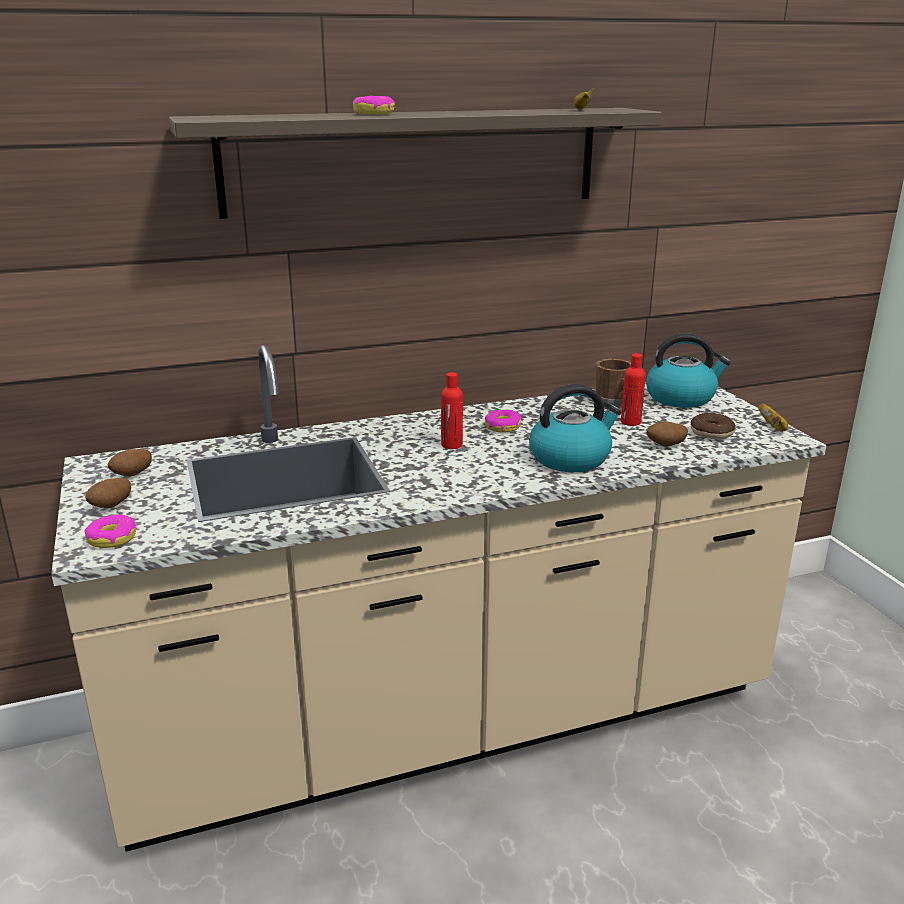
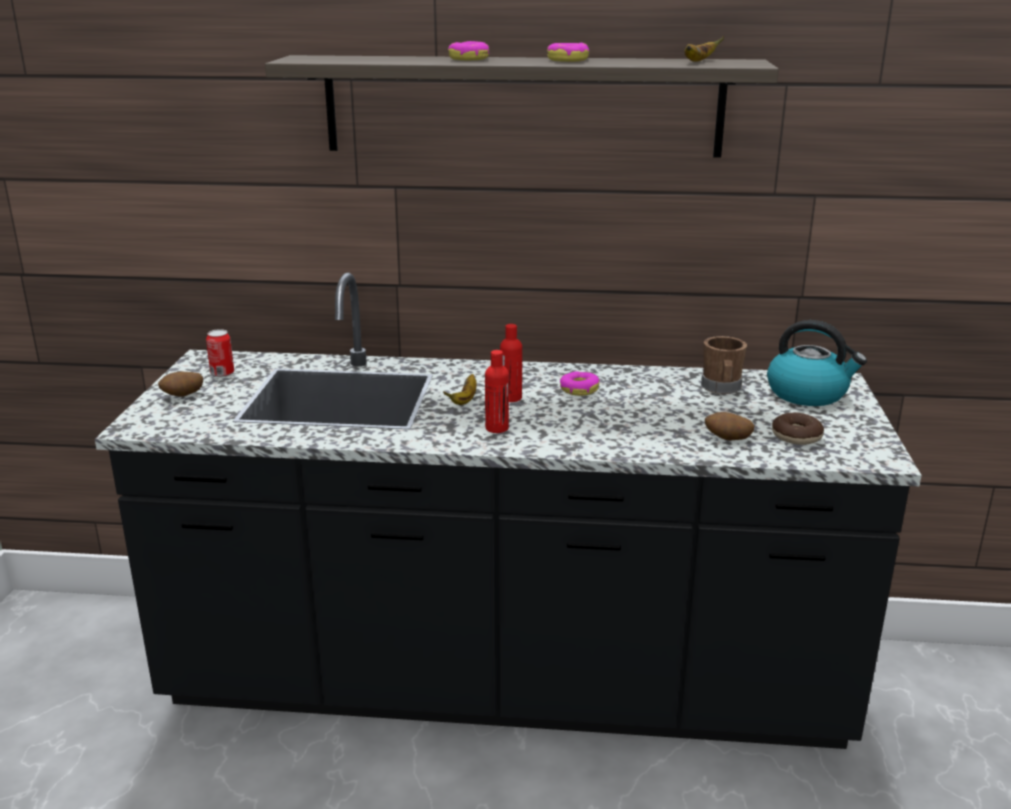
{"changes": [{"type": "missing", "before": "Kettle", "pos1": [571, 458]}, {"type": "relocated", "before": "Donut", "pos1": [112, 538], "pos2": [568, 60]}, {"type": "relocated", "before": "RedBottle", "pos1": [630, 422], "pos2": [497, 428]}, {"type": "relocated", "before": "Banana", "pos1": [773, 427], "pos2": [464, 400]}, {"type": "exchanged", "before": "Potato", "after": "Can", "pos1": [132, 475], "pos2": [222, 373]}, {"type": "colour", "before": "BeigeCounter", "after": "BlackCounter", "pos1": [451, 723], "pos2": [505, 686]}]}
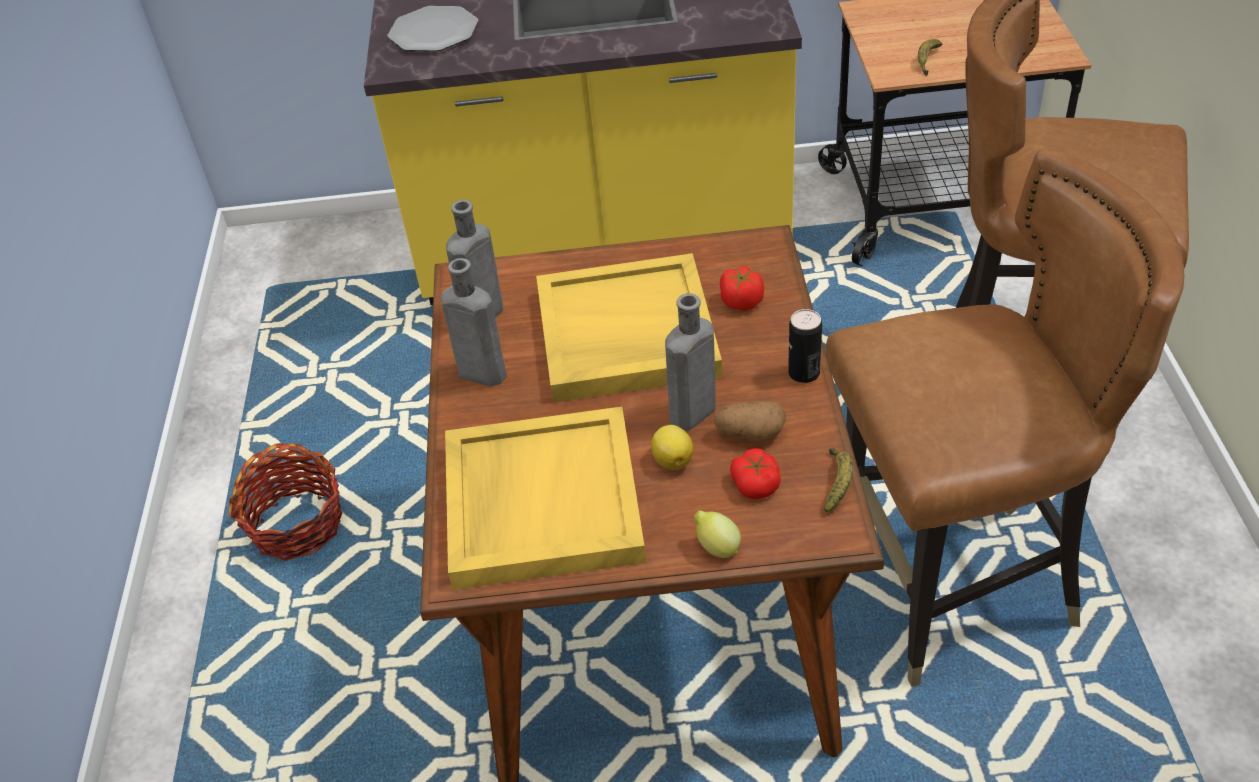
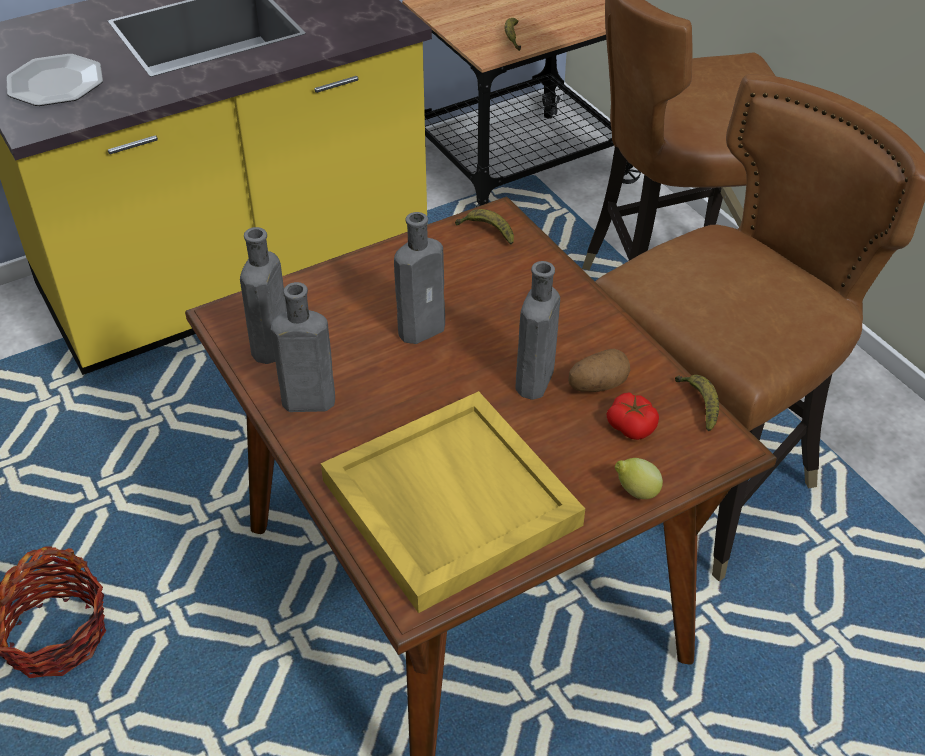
{"changes": [{"type": "missing", "before": "Lemon", "pos1": [673, 459]}, {"type": "missing", "before": "Tomato", "pos1": [741, 301]}, {"type": "missing", "before": "Can", "pos1": [804, 373]}, {"type": "appeared", "after": "Banana", "pos2": [487, 232]}, {"type": "exchanged", "before": "YellowTray", "after": "GreyBottle", "pos1": [625, 334], "pos2": [425, 328]}]}
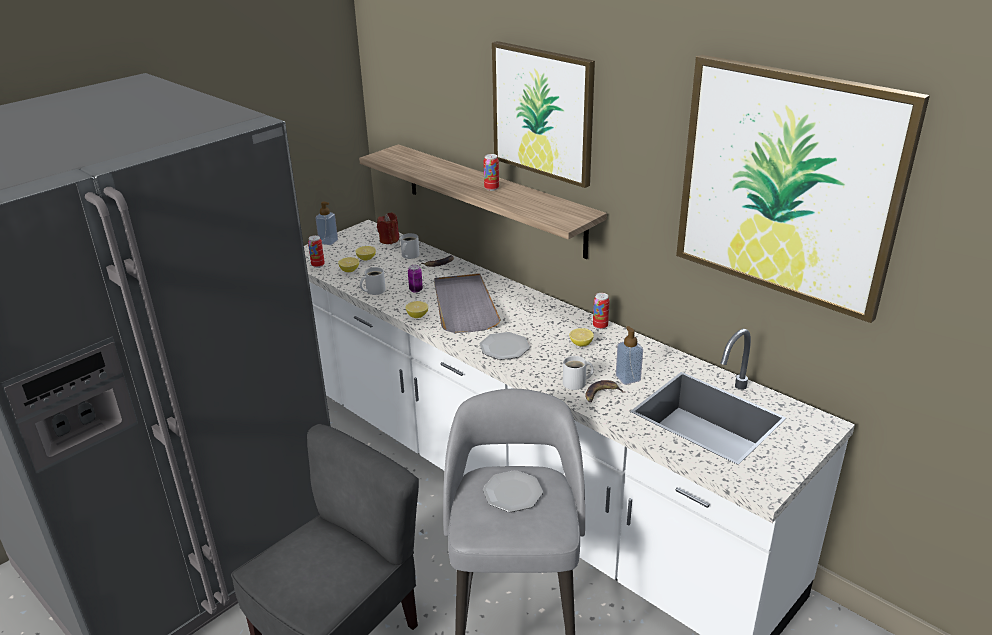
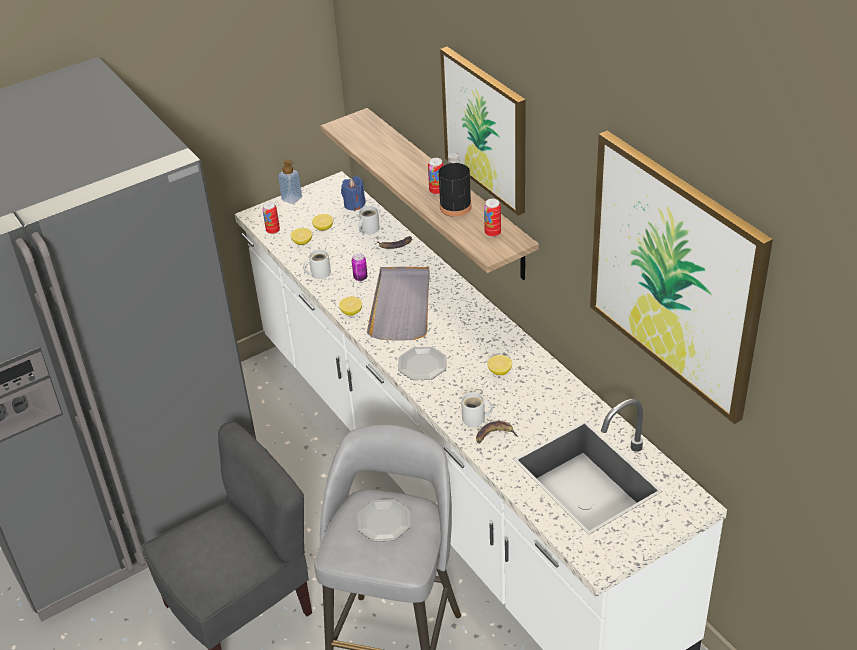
{"changes": [{"type": "missing", "before": "SoapDispenser", "pos1": [628, 378]}, {"type": "appeared", "after": "BlackBottle", "pos2": [455, 207]}, {"type": "relocated", "before": "Can", "pos1": [600, 326], "pos2": [492, 233]}, {"type": "colour", "before": "RedCandle", "after": "BlueCandle", "pos1": [389, 240], "pos2": [354, 204]}]}
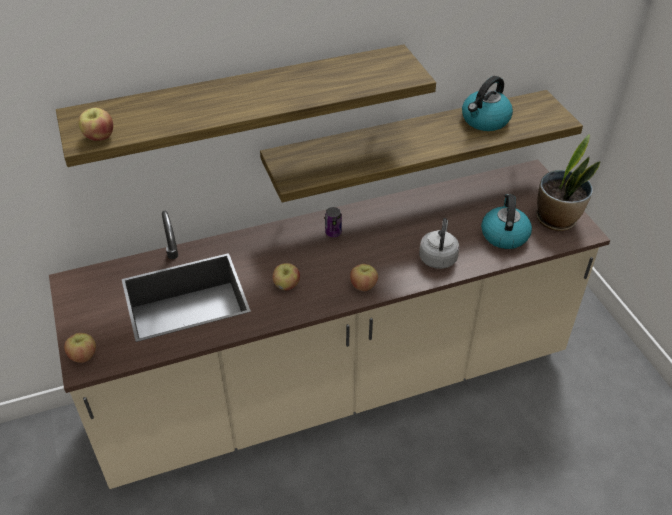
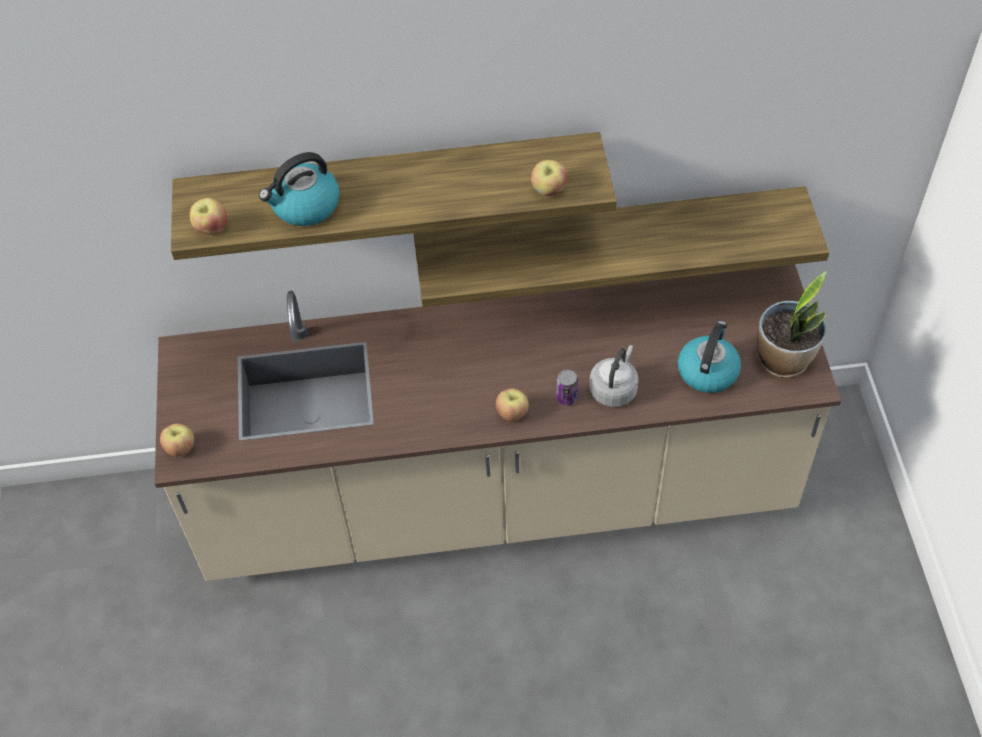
{"changes": [{"type": "relocated", "before": "Apple", "pos1": [286, 286], "pos2": [549, 190]}, {"type": "relocated", "before": "Can", "pos1": [333, 233], "pos2": [566, 398]}, {"type": "relocated", "before": "Kettle", "pos1": [485, 120], "pos2": [305, 206]}]}
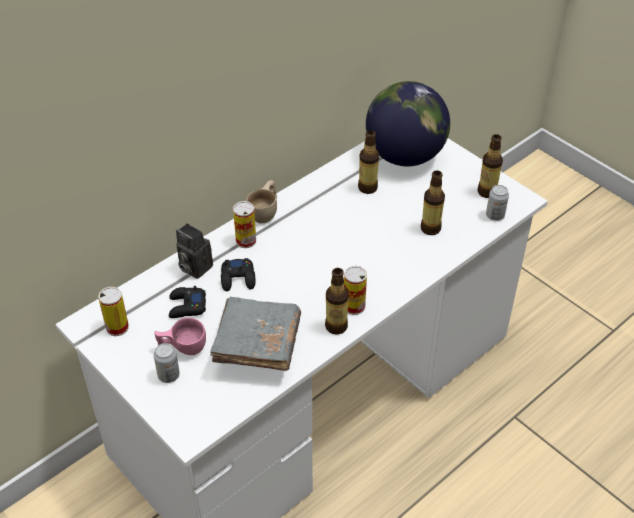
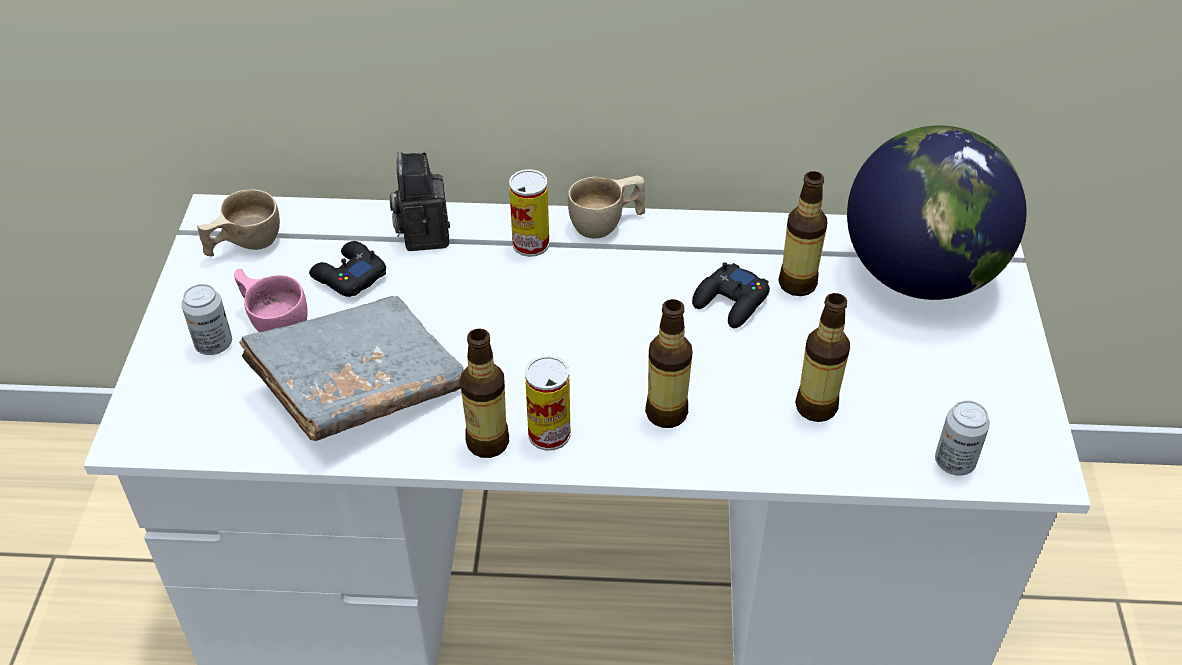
{"changes": [{"type": "relocated", "before": "BlackGameController", "pos1": [238, 278], "pos2": [731, 302]}, {"type": "relocated", "before": "Bottle", "pos1": [487, 192], "pos2": [666, 413]}, {"type": "exchanged", "before": "Can", "after": "BeigeCup", "pos1": [117, 327], "pos2": [244, 244]}]}
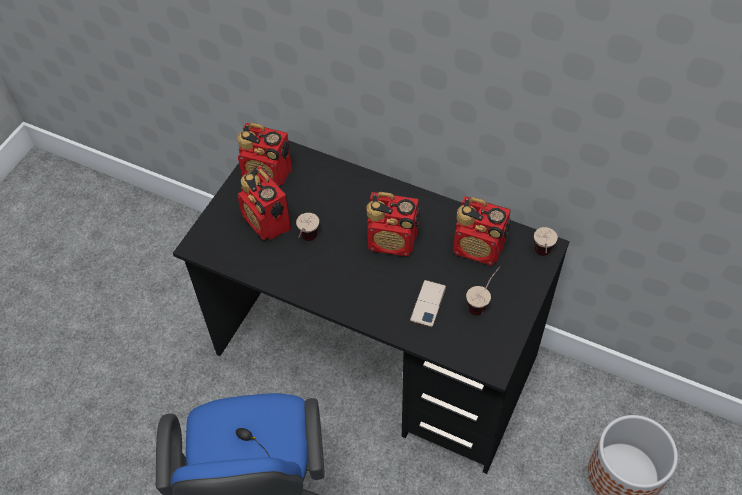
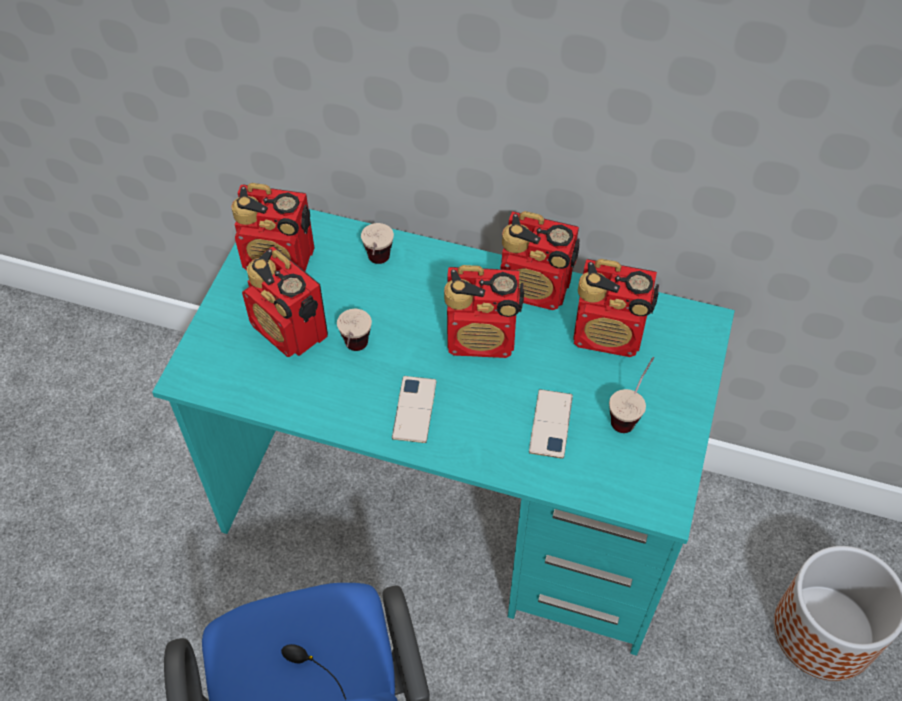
{"changes": [{"type": "appeared", "after": "Phone", "pos2": [414, 409]}, {"type": "appeared", "after": "Radio", "pos2": [535, 289]}, {"type": "relocated", "before": "Cup", "pos1": [541, 257], "pos2": [378, 266]}, {"type": "colour", "before": "BlackDesk", "after": "TurquoiseDesk", "pos1": [376, 356], "pos2": [452, 506]}]}
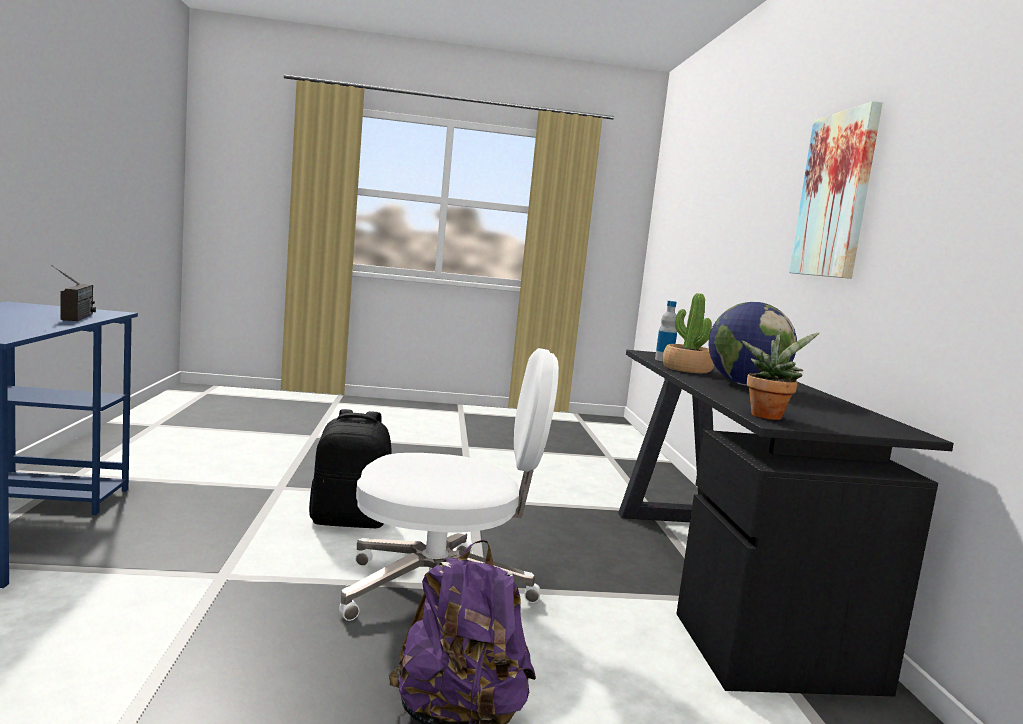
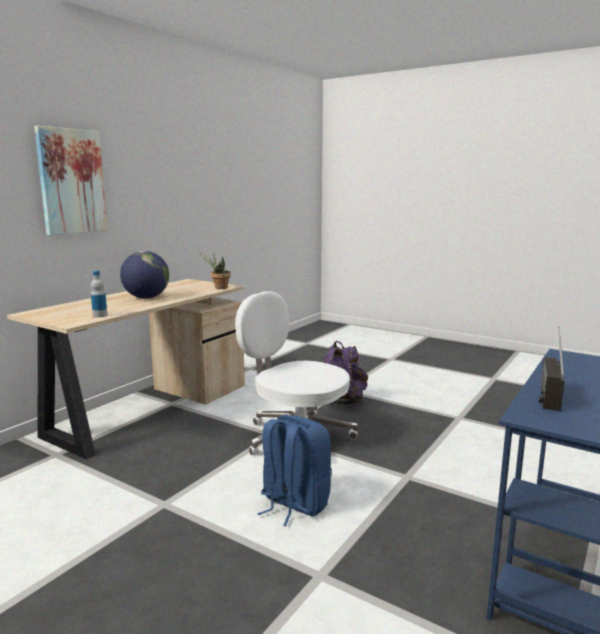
{"changes": [{"type": "missing", "before": "PottedPlant", "pos1": [686, 369]}, {"type": "colour", "before": "BlackBackpack", "after": "BlueBackpack", "pos1": [350, 521], "pos2": [293, 504]}, {"type": "colour", "before": "BlackDesk", "after": "BeigeDesk", "pos1": [719, 579], "pos2": [147, 409]}]}
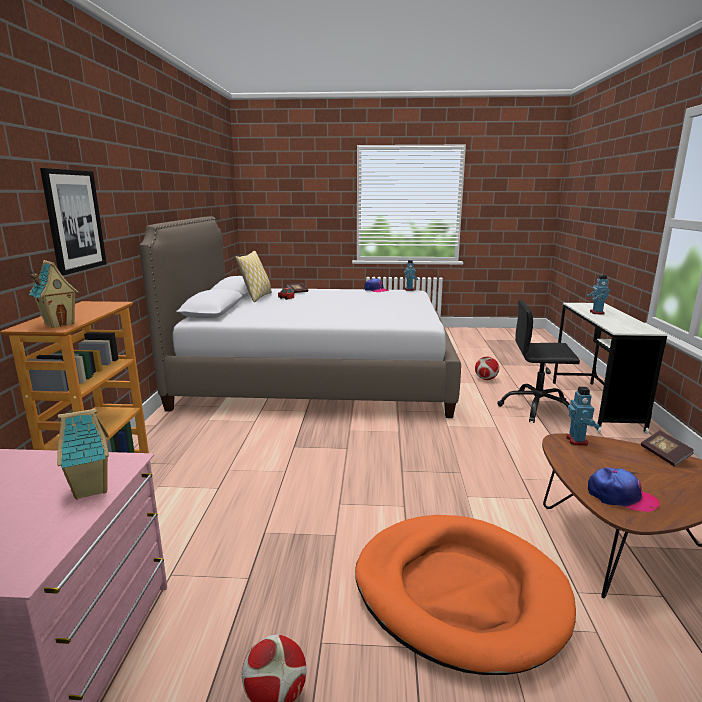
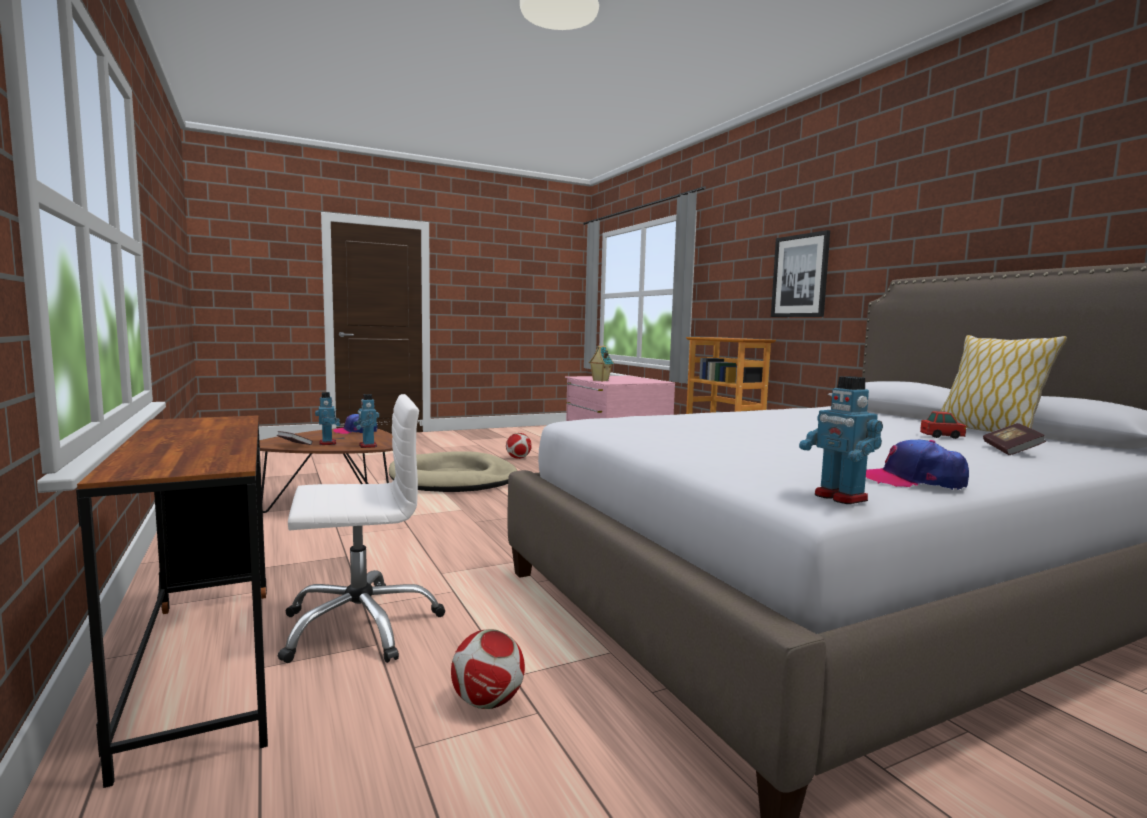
{"changes": [{"type": "missing", "before": "ToyHouse", "pos1": [59, 324]}, {"type": "relocated", "before": "ToyRobot", "pos1": [596, 313], "pos2": [328, 443]}, {"type": "colour", "before": "OrangeDogBed", "after": "BeigeDogBed", "pos1": [459, 592], "pos2": [453, 479]}, {"type": "colour", "before": "BlackOfficeChair", "after": "WhiteOfficeChair", "pos1": [536, 408], "pos2": [360, 626]}, {"type": "colour", "before": "WhiteDesk", "after": "BrownDesk", "pos1": [594, 405], "pos2": [205, 667]}]}
